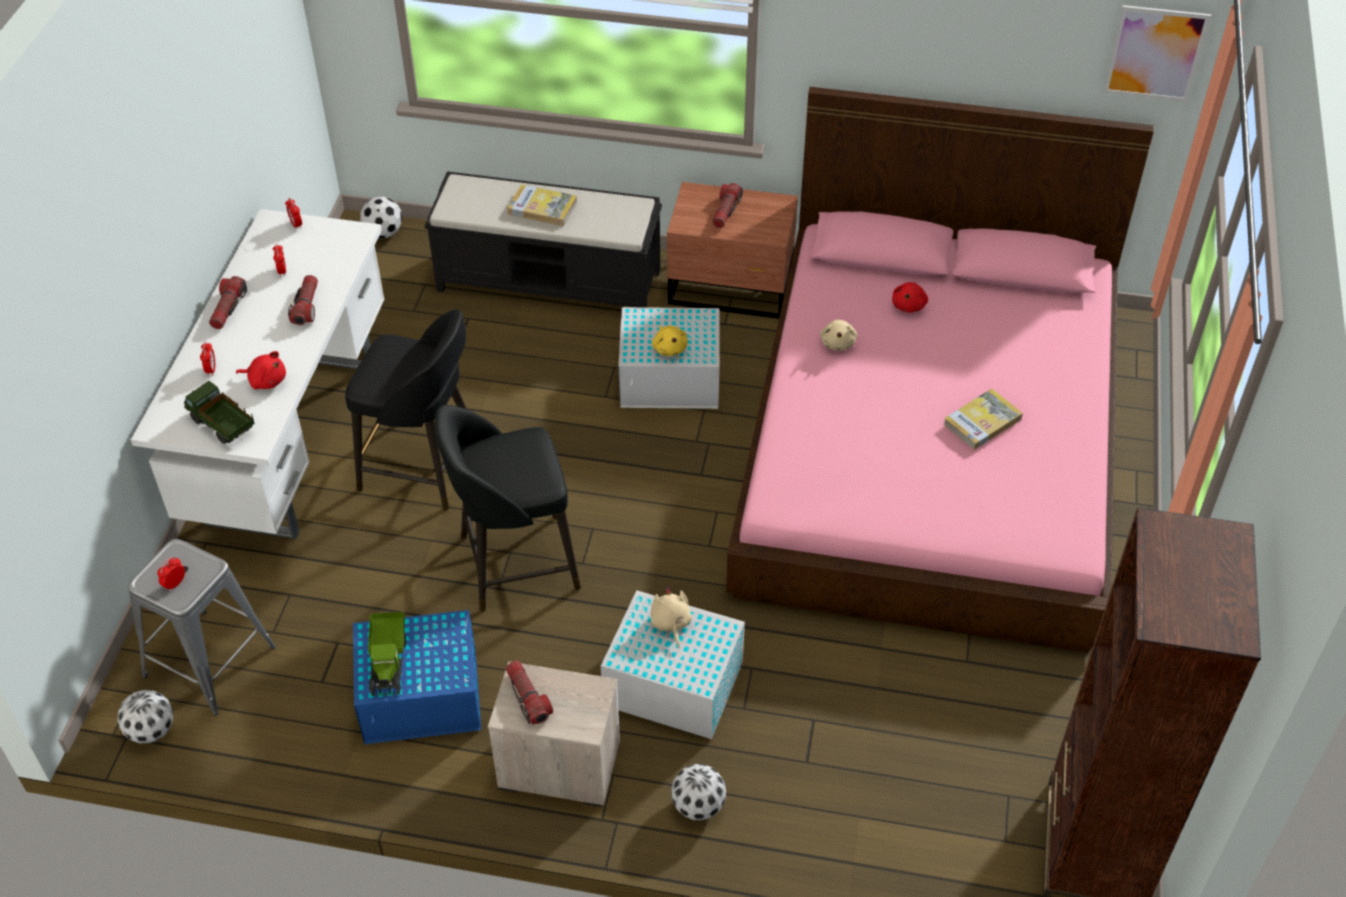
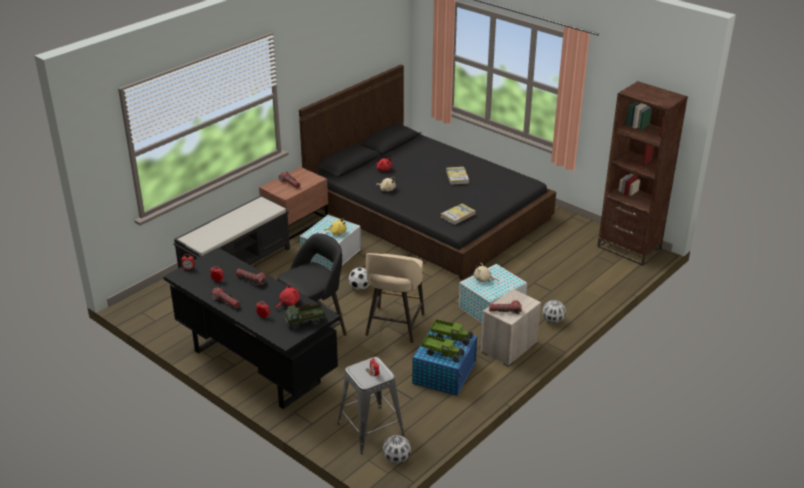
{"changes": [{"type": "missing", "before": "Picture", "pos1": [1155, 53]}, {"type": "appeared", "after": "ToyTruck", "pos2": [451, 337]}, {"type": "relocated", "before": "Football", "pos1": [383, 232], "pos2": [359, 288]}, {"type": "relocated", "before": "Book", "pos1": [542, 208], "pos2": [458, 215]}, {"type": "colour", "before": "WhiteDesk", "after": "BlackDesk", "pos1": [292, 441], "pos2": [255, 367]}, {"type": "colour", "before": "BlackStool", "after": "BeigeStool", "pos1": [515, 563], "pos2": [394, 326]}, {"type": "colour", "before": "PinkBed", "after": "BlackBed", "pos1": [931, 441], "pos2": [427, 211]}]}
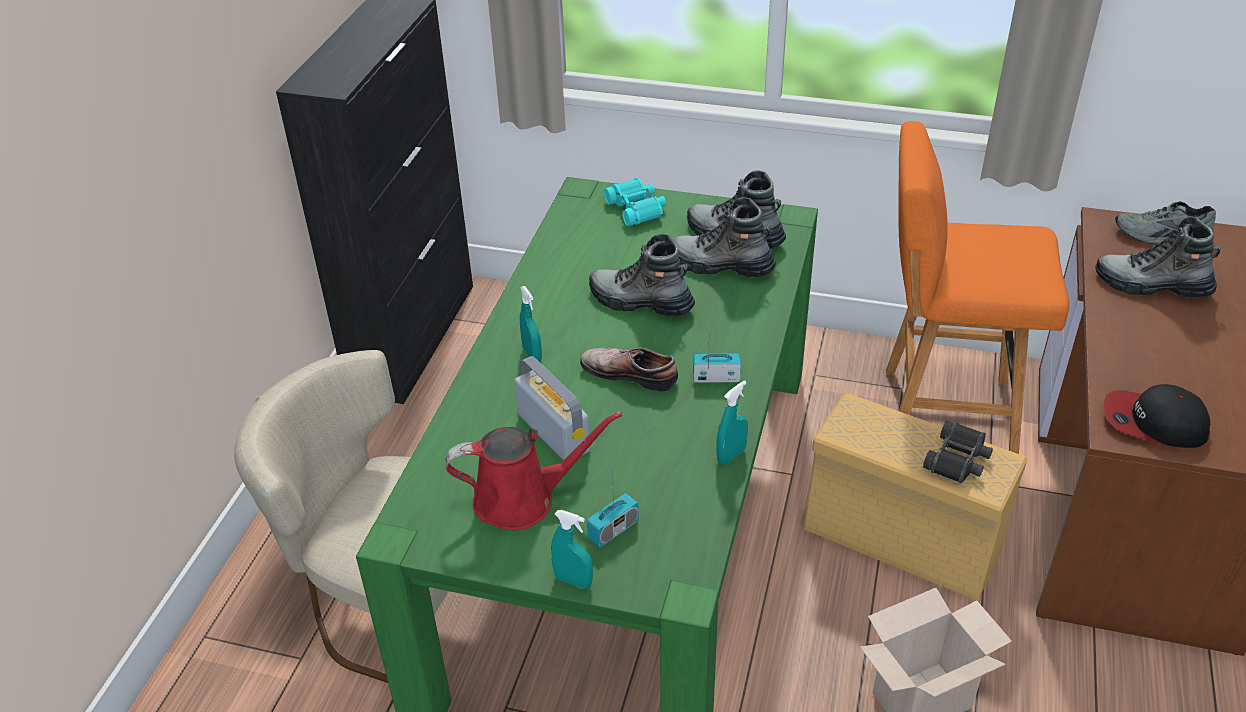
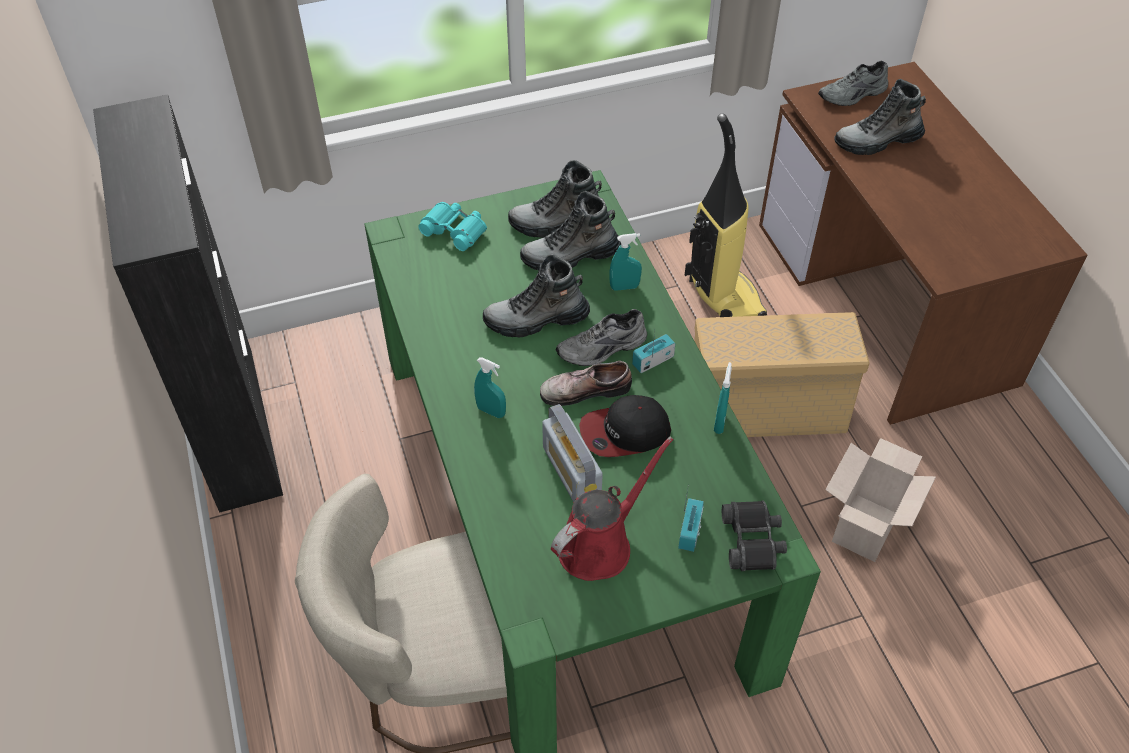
{"changes": [{"type": "appeared", "after": "GreyShoe", "pos2": [602, 349]}, {"type": "relocated", "before": "TurquoiseSprayBottle", "pos1": [573, 581], "pos2": [624, 287]}, {"type": "relocated", "before": "BlackBinoculars", "pos1": [958, 460], "pos2": [752, 541]}, {"type": "relocated", "before": "Cap", "pos1": [1153, 423], "pos2": [624, 432]}, {"type": "exchanged", "before": "OrangeStool", "after": "VacuumCleaner", "pos1": [941, 417], "pos2": [722, 297]}, {"type": "spun", "before": "Radio", "pos1": [553, 432], "pos2": [571, 473], "turn": -135}]}
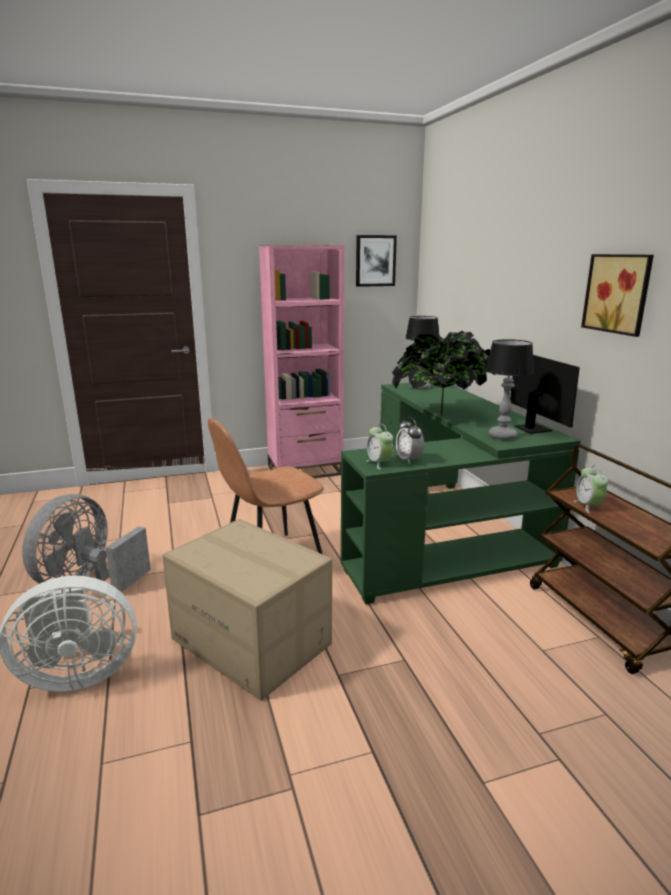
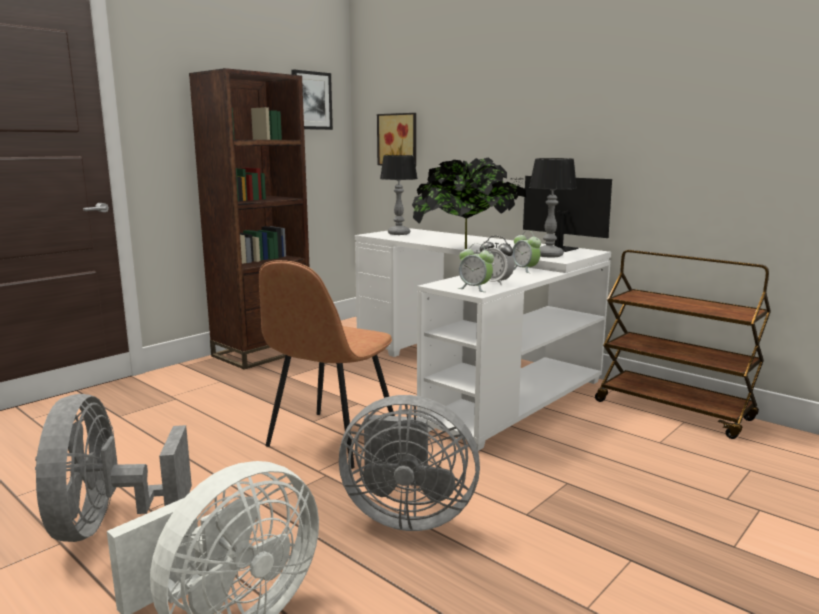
{"changes": [{"type": "relocated", "before": "AlarmClock", "pos1": [588, 506], "pos2": [525, 270]}, {"type": "relocated", "before": "Picture", "pos1": [619, 293], "pos2": [398, 139]}, {"type": "exchanged", "before": "CardboardBox", "after": "GreyFan", "pos1": [252, 641], "pos2": [406, 515]}, {"type": "colour", "before": "PinkBookcase", "after": "BrownBookcase", "pos1": [305, 470], "pos2": [263, 352]}, {"type": "colour", "before": "GreenDesk", "after": "WhiteDesk", "pos1": [445, 530], "pos2": [474, 375]}]}
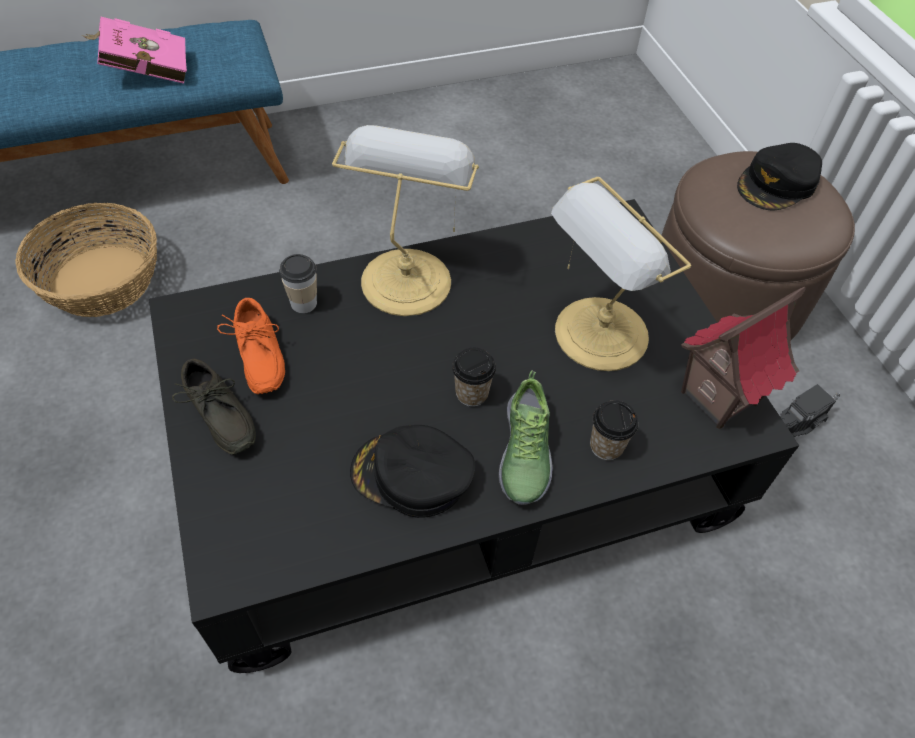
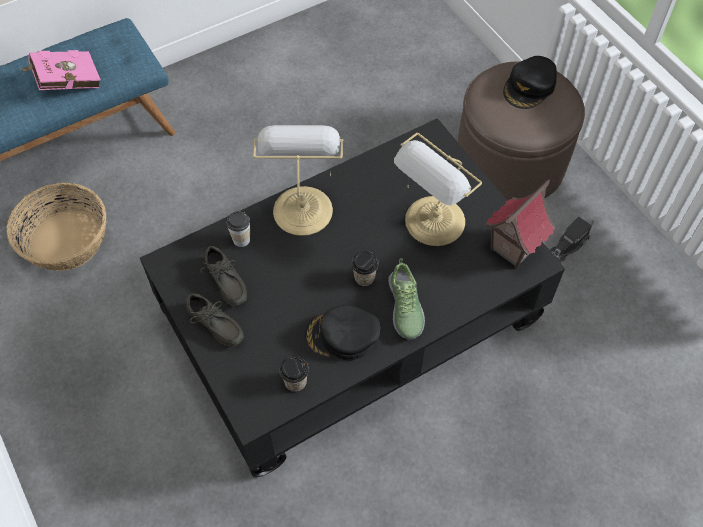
{"changes": [{"type": "relocated", "before": "Cup", "pos1": [606, 446], "pos2": [295, 382]}, {"type": "colour", "before": "OrangeShoe", "after": "GreyShoe", "pos1": [256, 358], "pos2": [224, 283]}]}
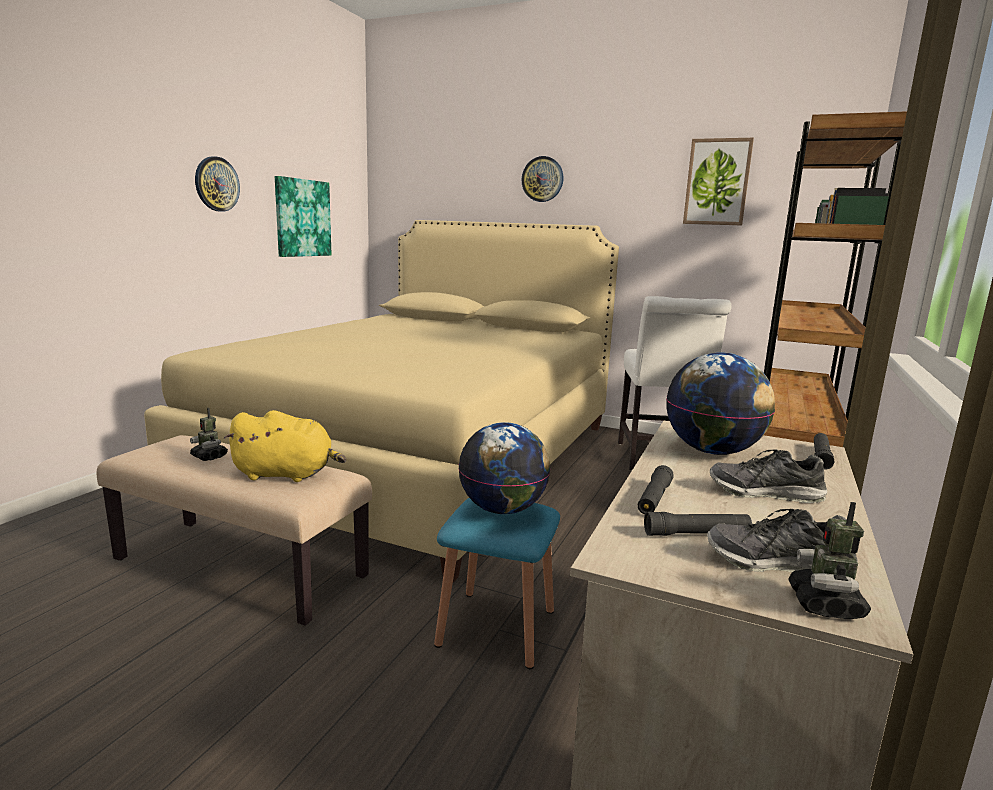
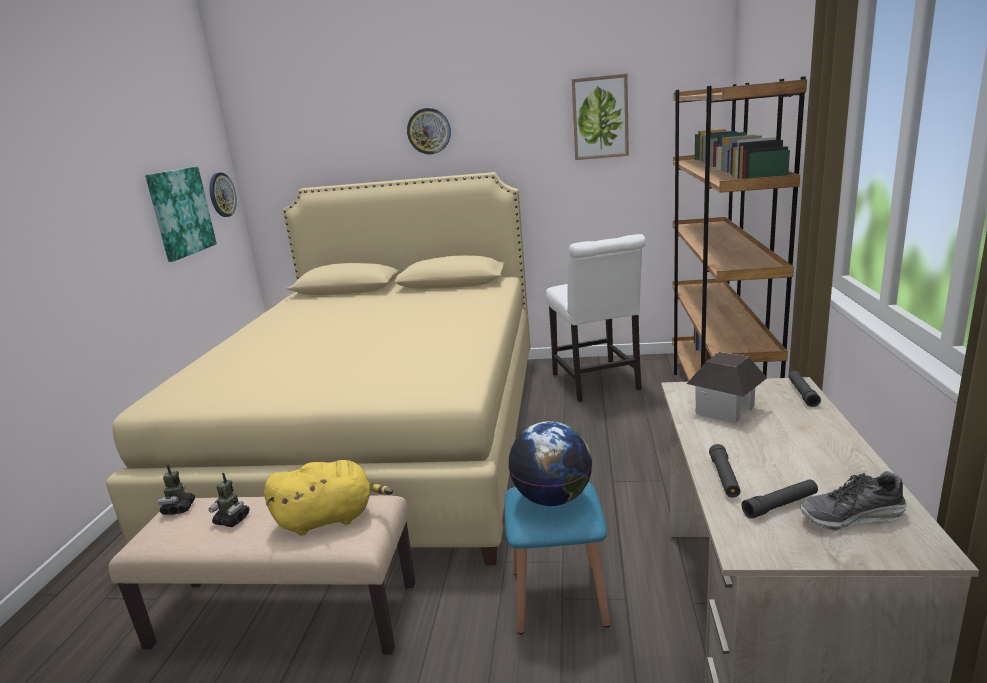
{"changes": [{"type": "missing", "before": "Shoe", "pos1": [765, 493]}, {"type": "relocated", "before": "WallClock", "pos1": [216, 184], "pos2": [221, 195]}, {"type": "relocated", "before": "ToyRobot", "pos1": [825, 605], "pos2": [179, 508]}, {"type": "exchanged", "before": "Globe", "after": "ToyHouse", "pos1": [713, 451], "pos2": [725, 410]}]}
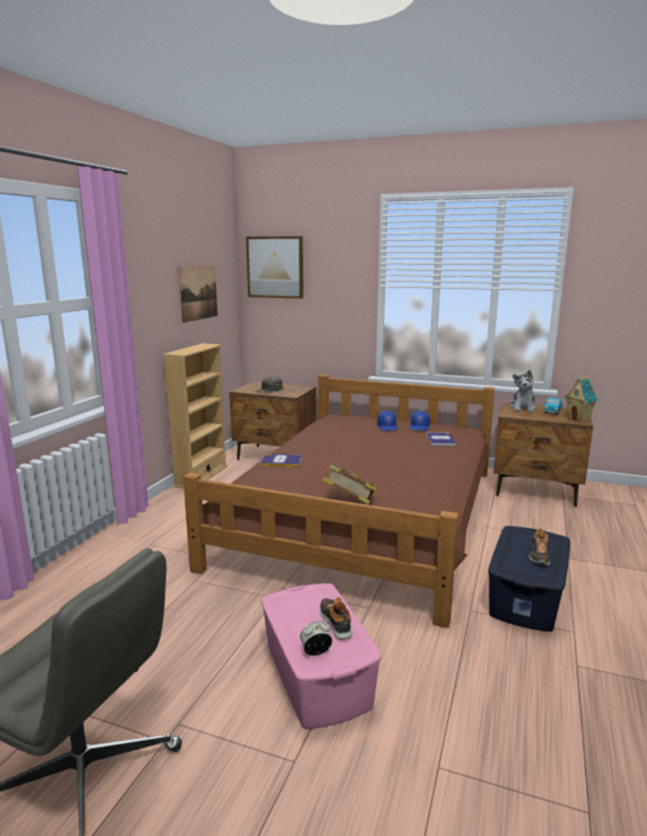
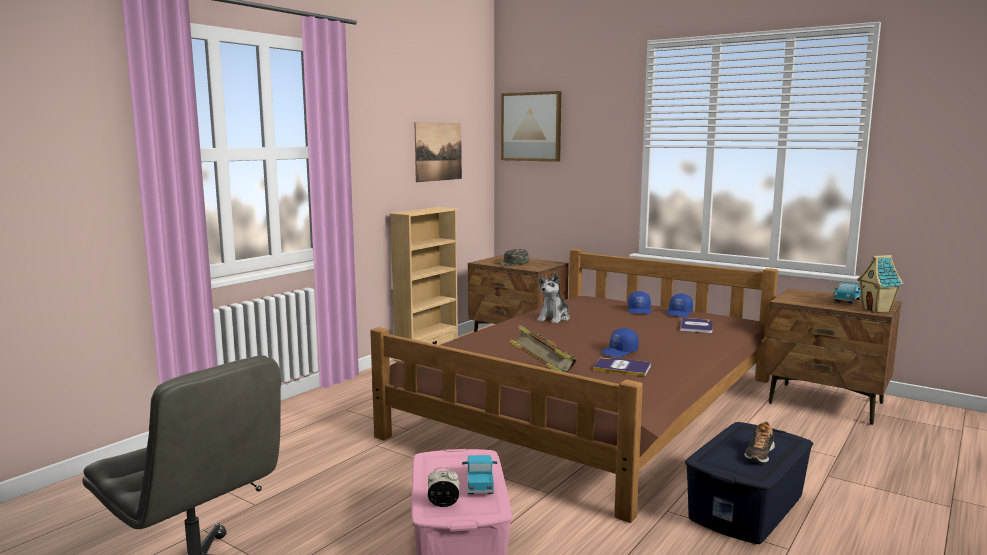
{"changes": [{"type": "appeared", "after": "BlueCap", "pos2": [619, 352]}, {"type": "relocated", "before": "Book", "pos1": [281, 461], "pos2": [622, 367]}, {"type": "relocated", "before": "PlushToy", "pos1": [523, 408], "pos2": [554, 318]}, {"type": "exchanged", "before": "Shoe", "after": "ToyTruck", "pos1": [336, 623], "pos2": [480, 483]}]}
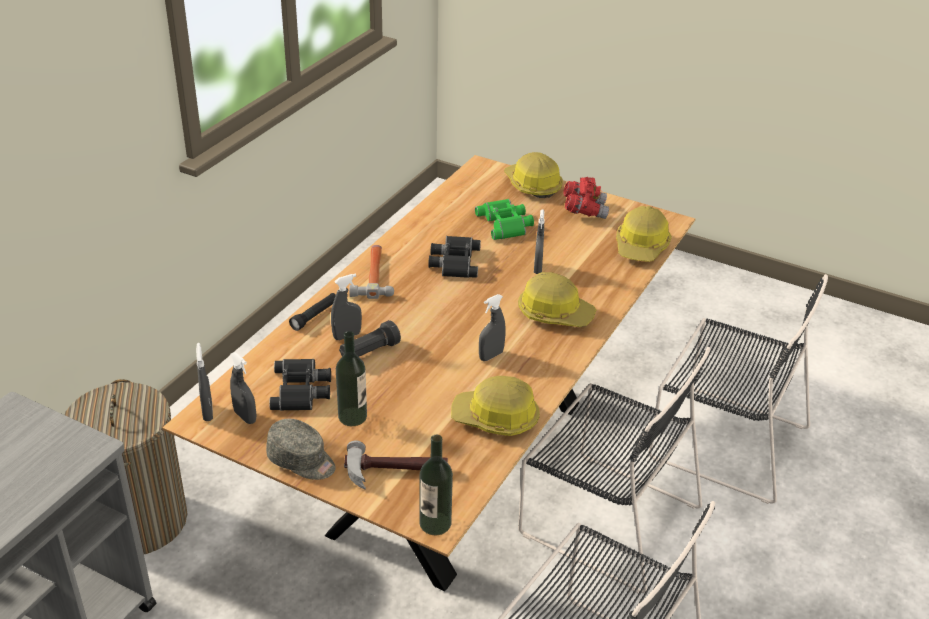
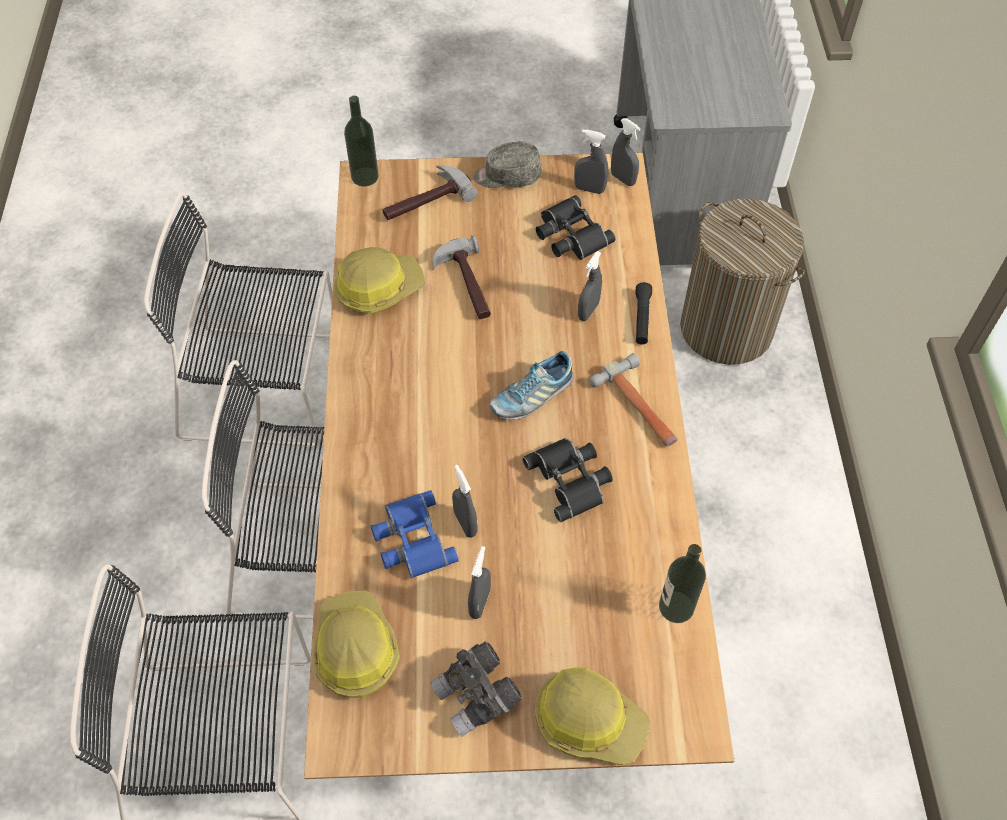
{"changes": [{"type": "missing", "before": "BlackFlashlight", "pos1": [369, 352]}, {"type": "missing", "before": "GreenBinoculars", "pos1": [506, 224]}, {"type": "missing", "before": "HardHat", "pos1": [554, 313]}, {"type": "appeared", "after": "BlueBinoculars", "pos2": [411, 539]}, {"type": "appeared", "after": "Hammer", "pos2": [465, 284]}, {"type": "appeared", "after": "Shoe", "pos2": [532, 396]}, {"type": "relocated", "before": "Bottle", "pos1": [352, 417], "pos2": [676, 607]}, {"type": "relocated", "before": "GreySprayBottle", "pos1": [491, 356], "pos2": [480, 603]}, {"type": "colour", "before": "RedBinoculars", "after": "GreyBinoculars", "pos1": [584, 210], "pos2": [477, 696]}]}
